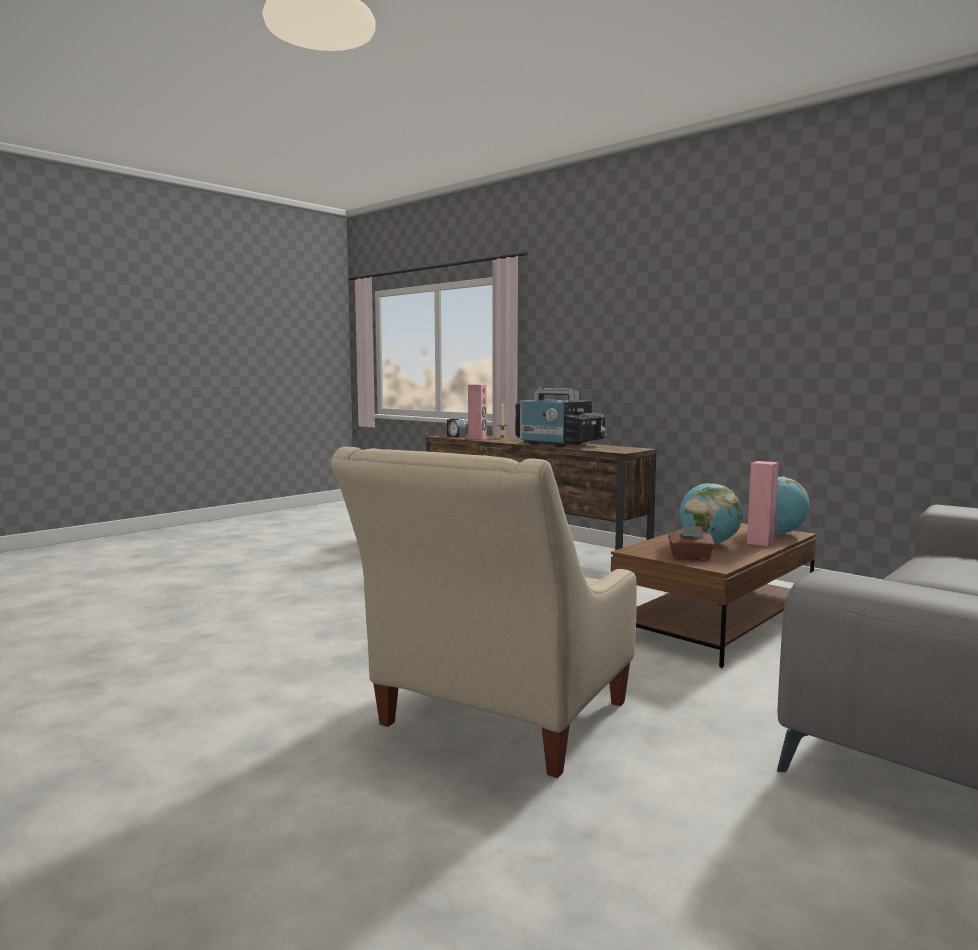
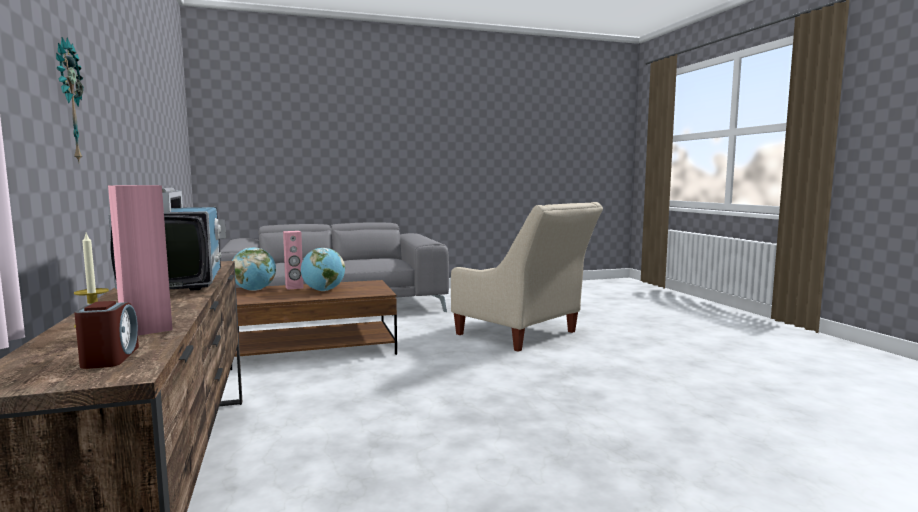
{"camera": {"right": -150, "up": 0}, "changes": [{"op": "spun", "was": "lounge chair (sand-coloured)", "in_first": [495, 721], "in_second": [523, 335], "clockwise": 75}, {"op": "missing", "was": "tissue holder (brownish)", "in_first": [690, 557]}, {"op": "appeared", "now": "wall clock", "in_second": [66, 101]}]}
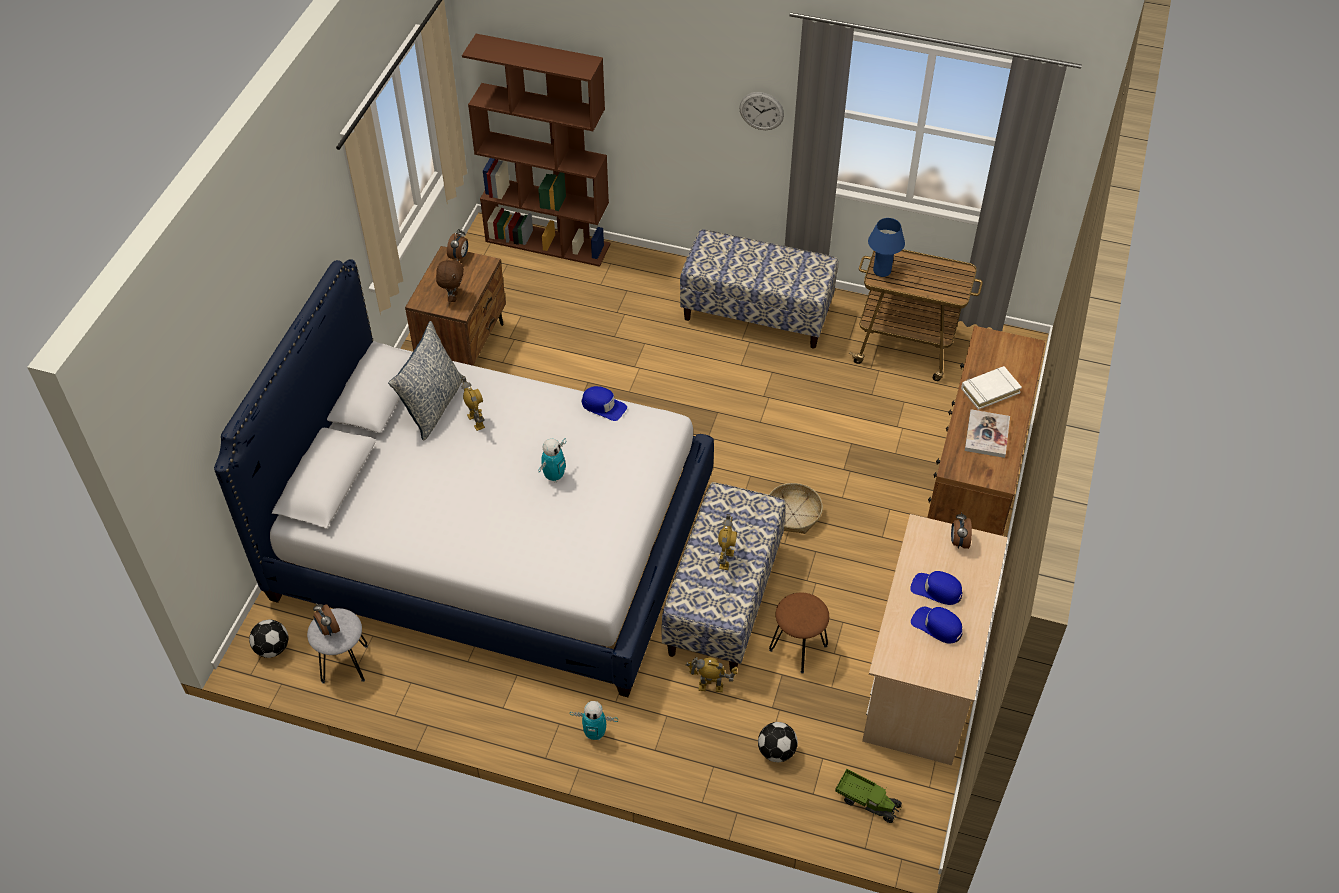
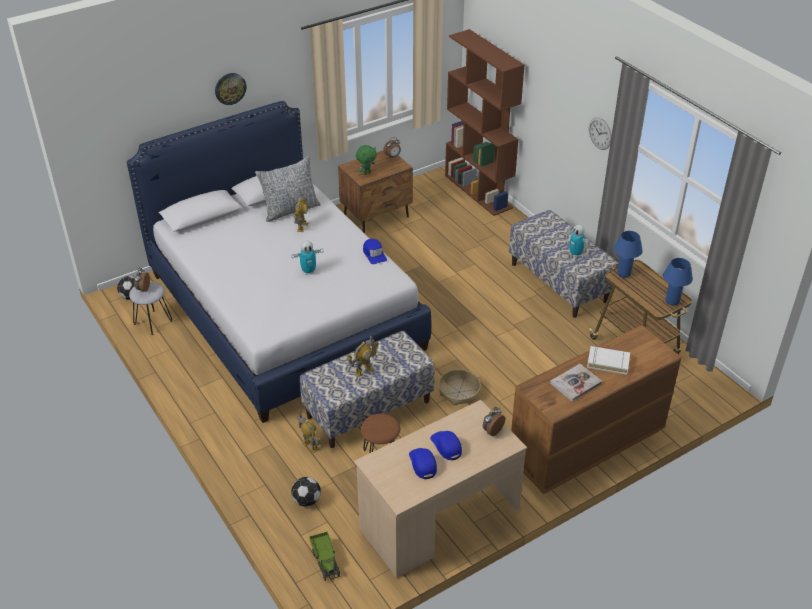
{"camera": {"right": 40, "up": -10}, "changes": [{"op": "colour", "was": "plush toy (brownish)", "now": "plush toy (green)", "in_first": [453, 297], "in_second": [366, 172]}, {"op": "relocated", "was": "robot figure", "in_first": [595, 734], "in_second": [575, 254]}, {"op": "appeared", "now": "wall clock", "in_second": [230, 88]}, {"op": "appeared", "now": "lamp for a table (blue)", "in_second": [672, 301]}]}
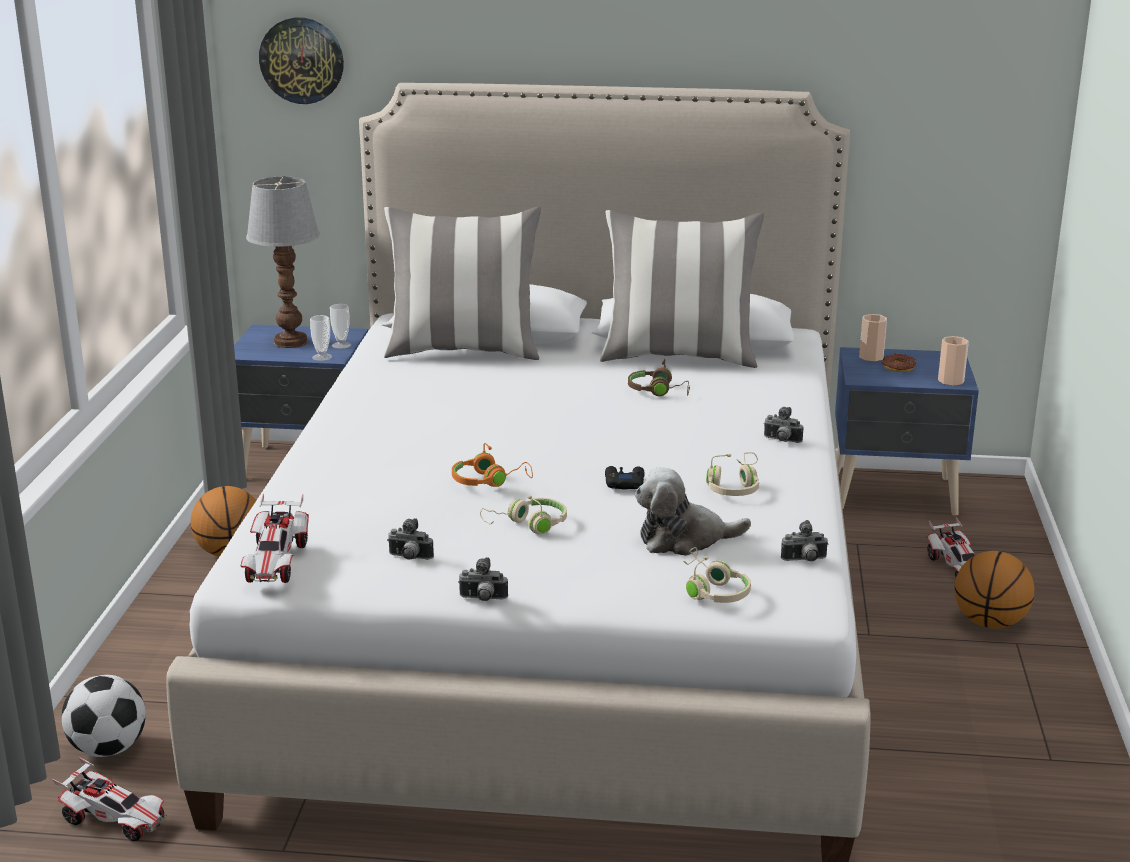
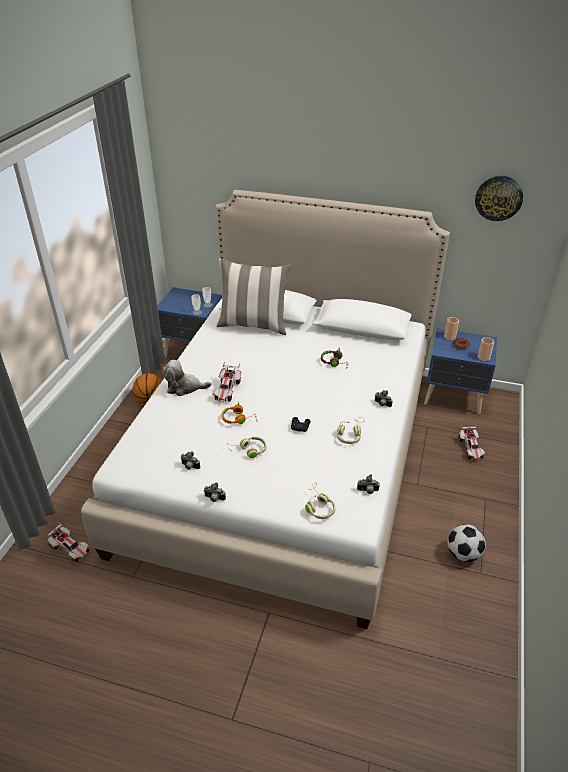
{"camera": {"right": 10, "up": 15}, "changes": [{"op": "relocated", "was": "wall clock", "in_first": [302, 60], "in_second": [498, 198]}, {"op": "missing", "was": "lamp for a table", "in_first": [291, 341]}, {"op": "missing", "was": "pillow", "in_first": [679, 357]}, {"op": "relocated", "was": "plush toy", "in_first": [684, 539], "in_second": [184, 387]}, {"op": "relocated", "was": "miniature car", "in_first": [276, 562], "in_second": [227, 390]}, {"op": "missing", "was": "basketball ball", "in_first": [990, 623]}, {"op": "relocated", "was": "football ball", "in_first": [108, 749], "in_second": [462, 554]}]}
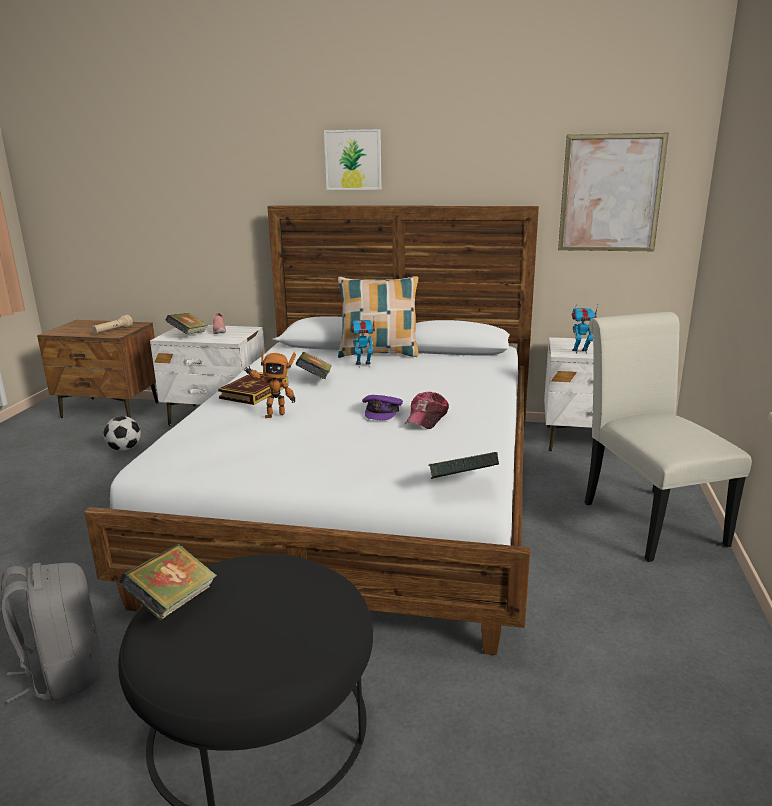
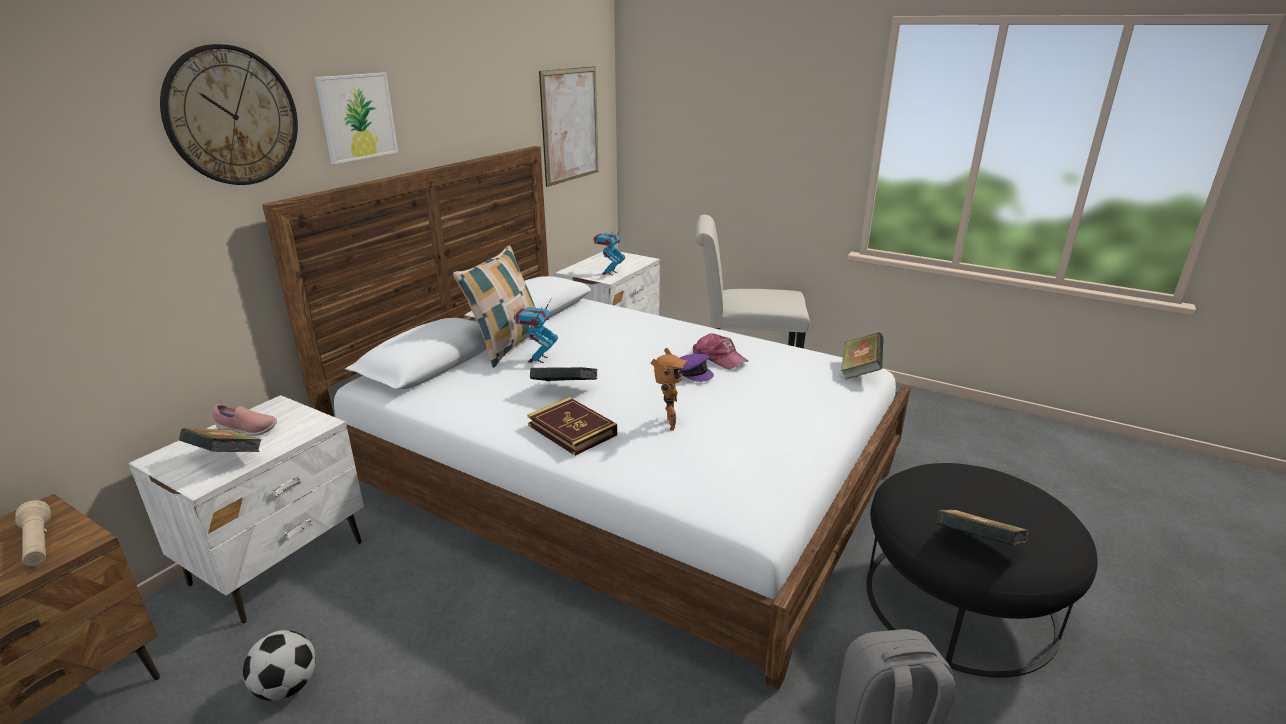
{"camera": {"right": -70, "up": 5}, "changes": [{"op": "appeared", "now": "wall clock", "in_second": [232, 116]}]}
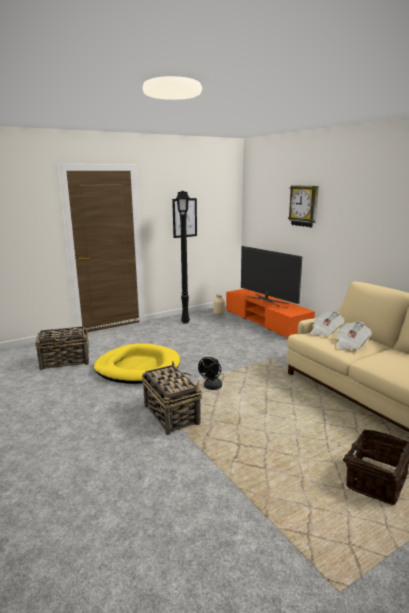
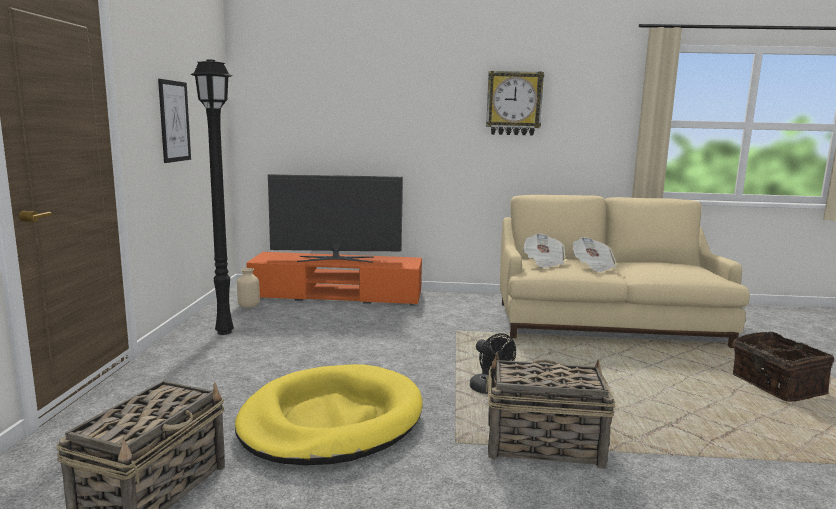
{"camera": {"right": -55, "up": -5}, "changes": [{"op": "relocated", "was": "wall clock", "in_first": [304, 206], "in_second": [514, 103]}]}
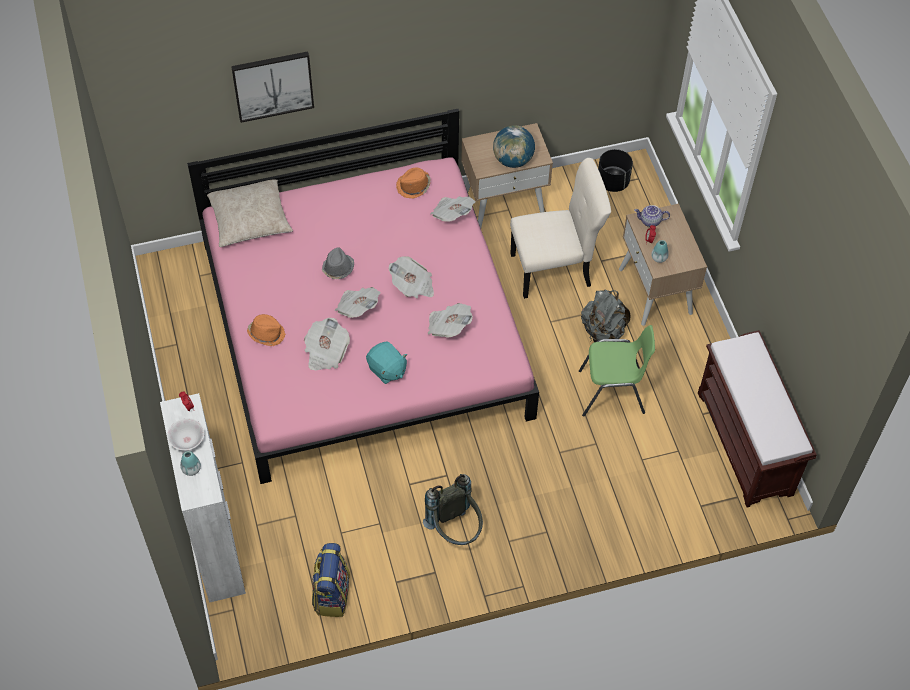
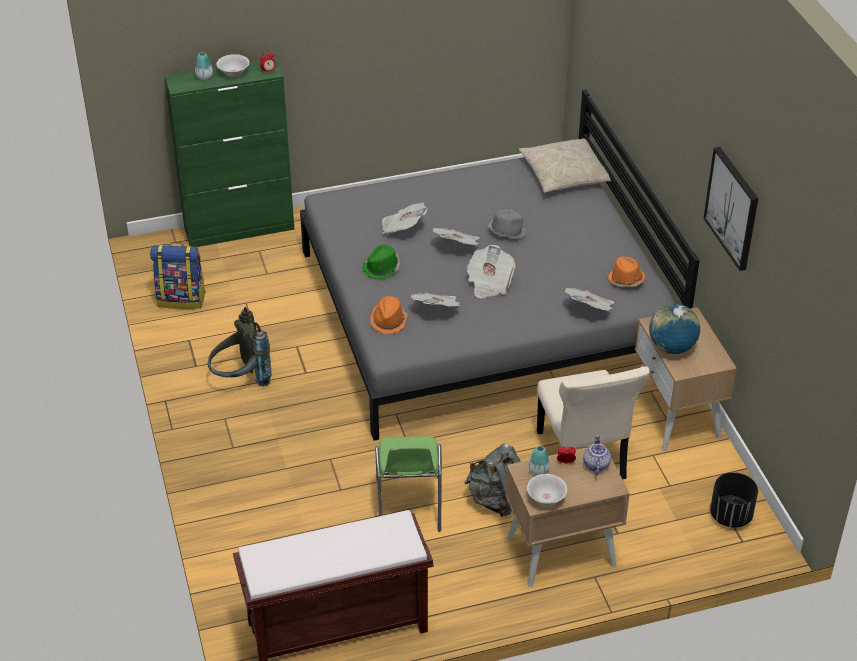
{"camera": {"right": 90, "up": -15}, "changes": [{"op": "relocated", "was": "wall art", "in_first": [273, 85], "in_second": [732, 208]}, {"op": "colour", "was": "bed (pink-coloured)", "now": "bed (grey)", "in_first": [365, 328], "in_second": [485, 310]}, {"op": "relocated", "was": "clothing hat (orange-coloured)", "in_first": [266, 333], "in_second": [389, 321]}, {"op": "exchanged", "was": "plush toy (turquoise)", "now": "clothing hat (green)", "in_first": [386, 370], "in_second": [382, 268]}, {"op": "colour", "was": "cabinet (white-coloured)", "now": "cabinet (green)", "in_first": [216, 546], "in_second": [240, 229]}, {"op": "appeared", "now": "serving bowl (white-coloured)", "in_second": [546, 498]}]}
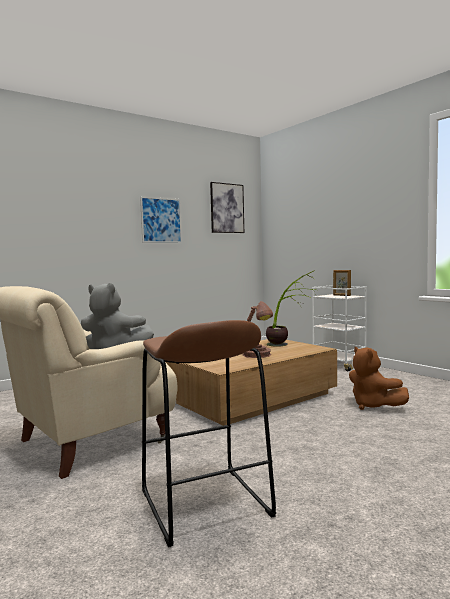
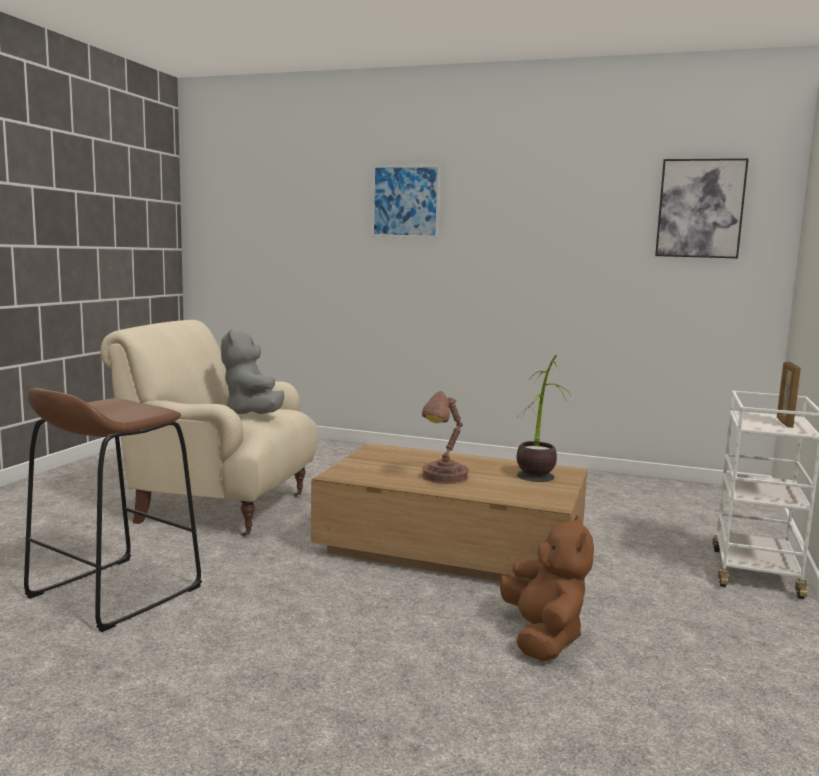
{"camera": {"right": 55, "up": 5}, "changes": [{"op": "relocated", "was": "wall art", "in_first": [161, 220], "in_second": [405, 201]}, {"op": "spun", "was": "plush toy (brownish)", "in_first": [373, 406], "in_second": [543, 637], "clockwise": 150}]}
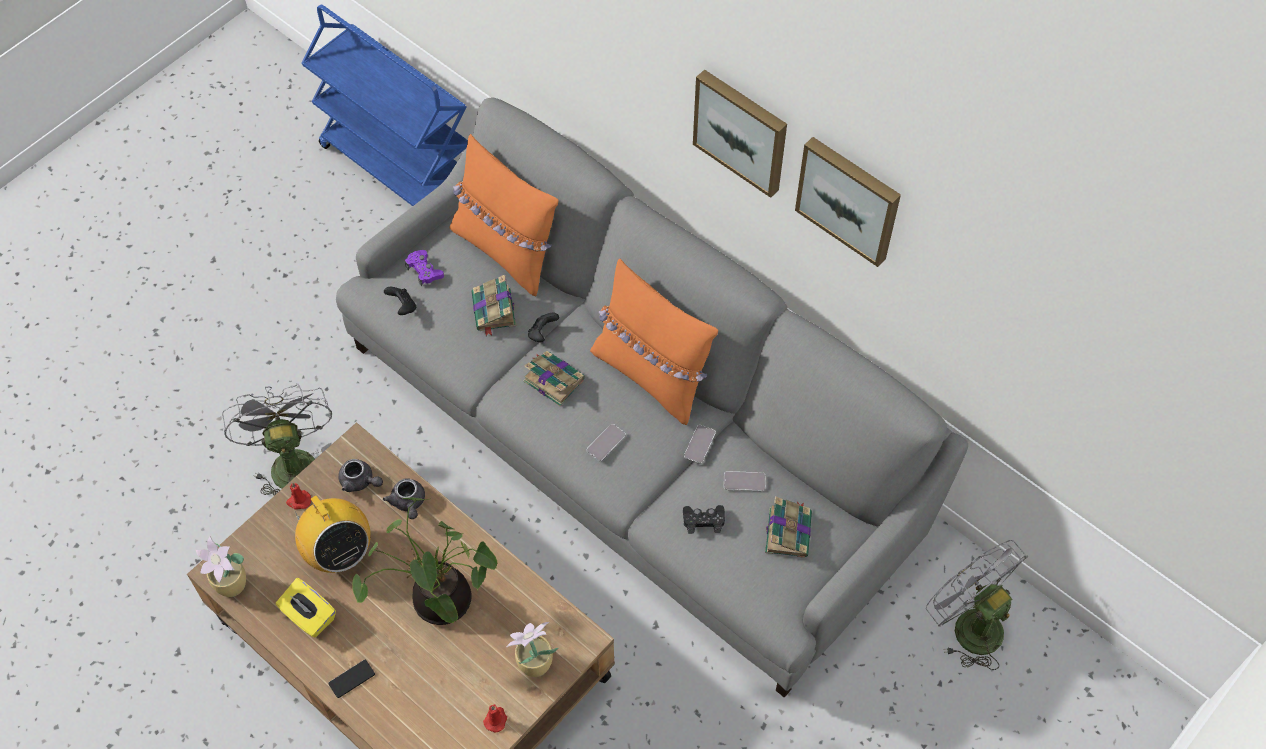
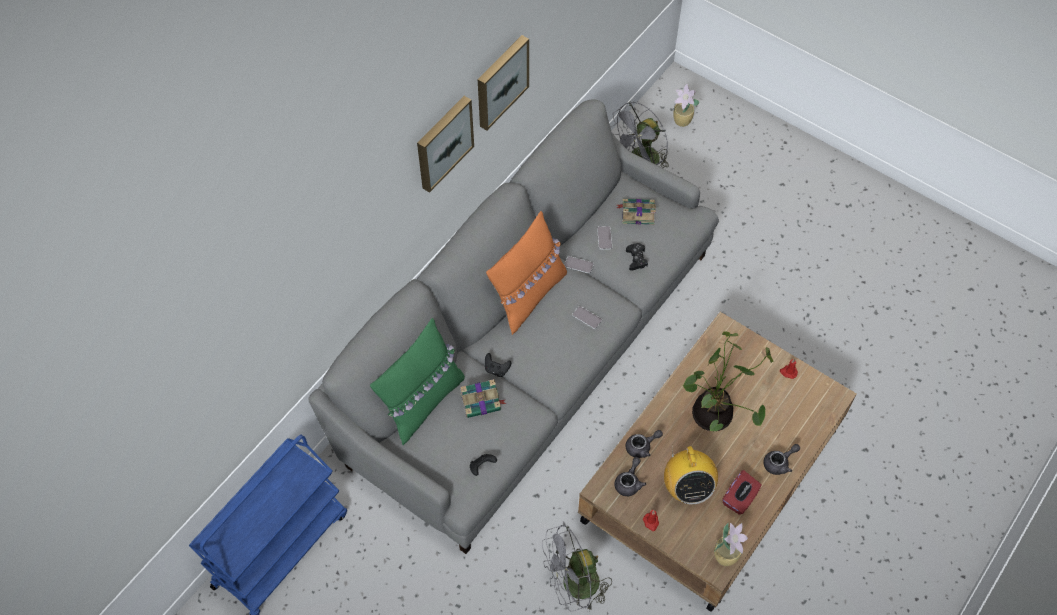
{"camera": {"right": -95, "up": 0}, "changes": [{"op": "colour", "was": "pillow (orange-coloured)", "now": "pillow (green)", "in_first": [506, 251], "in_second": [422, 402]}, {"op": "missing", "was": "game controller (purple)", "in_first": [424, 270]}, {"op": "missing", "was": "bound book", "in_first": [553, 379]}, {"op": "spun", "was": "radio receiver", "in_first": [338, 551], "in_second": [687, 487], "clockwise": 120}, {"op": "colour", "was": "tissue holder (yellow)", "now": "tissue holder (red)", "in_first": [309, 616], "in_second": [739, 498]}, {"op": "relocated", "was": "houseplant", "in_first": [533, 664], "in_second": [682, 121]}, {"op": "exchanged", "was": "phone", "now": "tea pot (grey)", "in_first": [351, 679], "in_second": [779, 463]}]}
